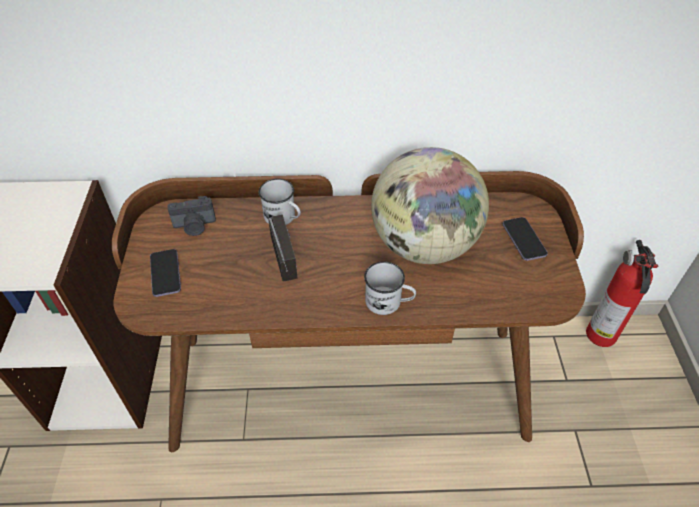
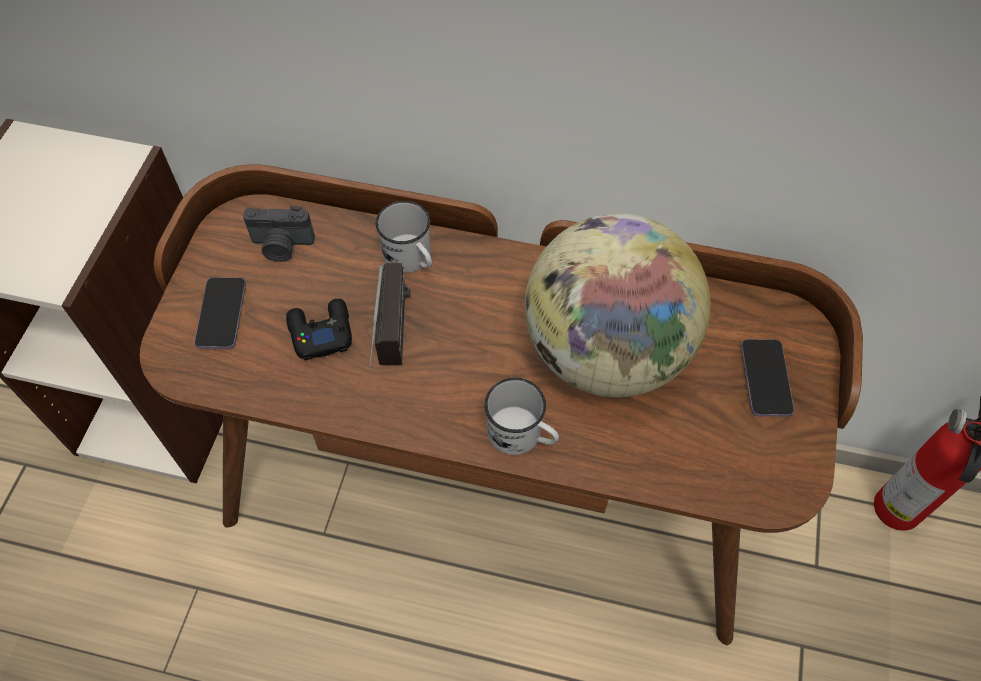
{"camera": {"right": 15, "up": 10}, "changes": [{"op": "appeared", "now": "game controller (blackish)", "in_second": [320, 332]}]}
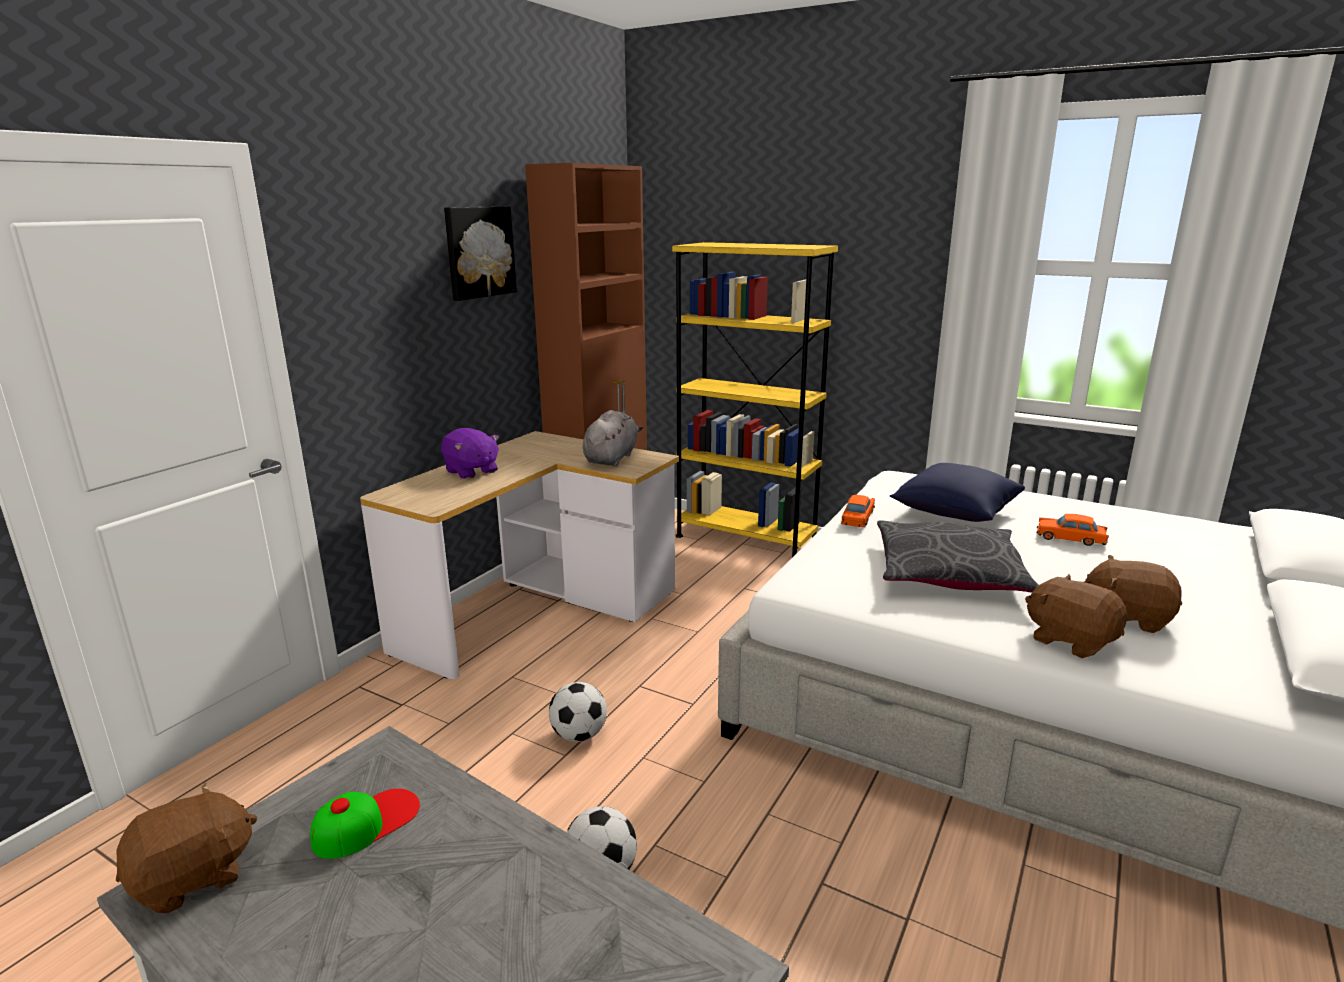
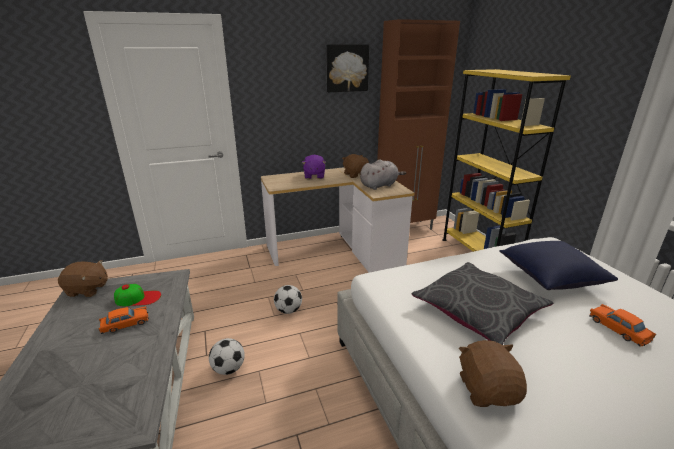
{"camera": {"right": 40, "up": 5}, "changes": [{"op": "relocated", "was": "miniature car (orange-coloured)", "in_first": [857, 518], "in_second": [125, 324]}, {"op": "relocated", "was": "plush toy (brownish)", "in_first": [1127, 617], "in_second": [356, 175]}]}
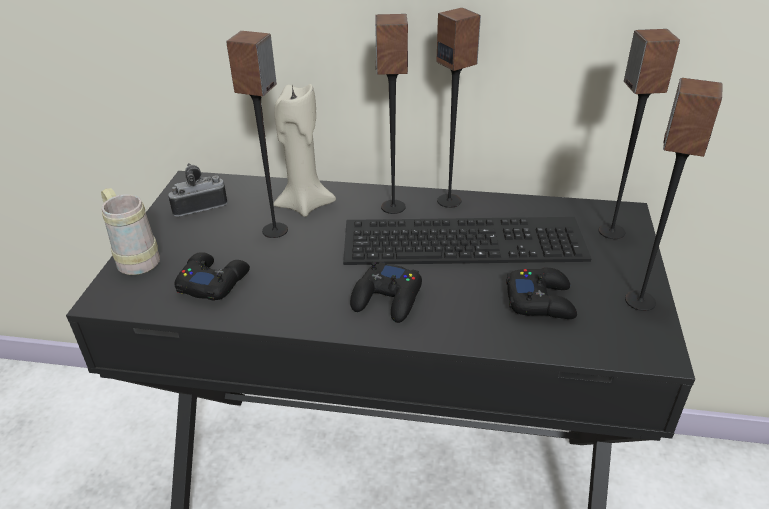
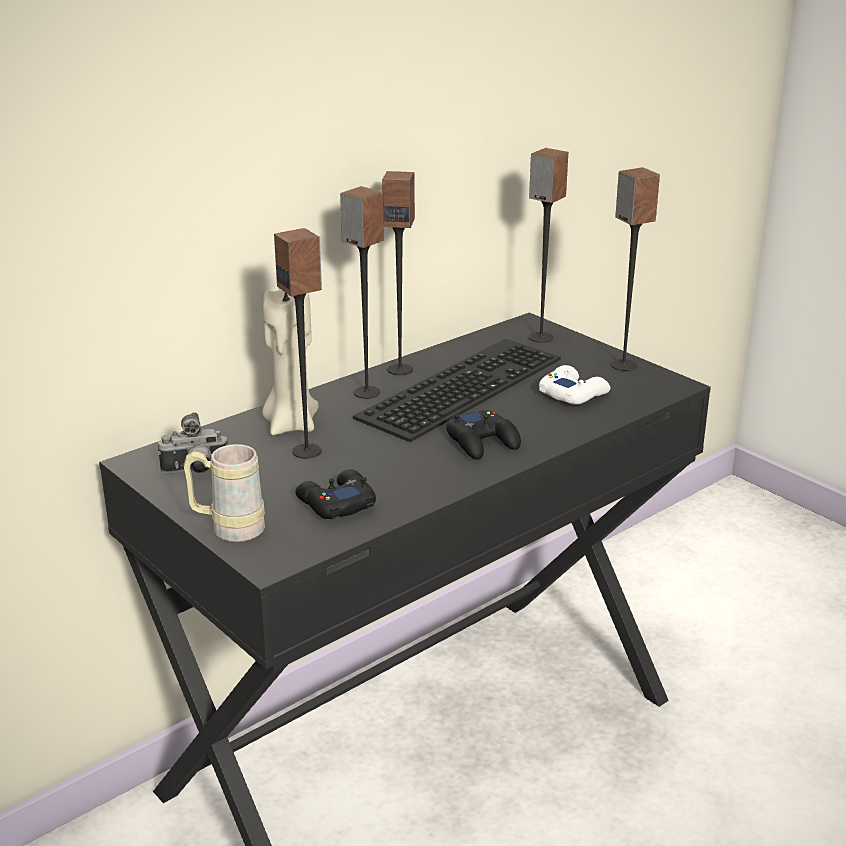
{"camera": {"right": -50, "up": -10}, "changes": [{"op": "spun", "was": "still camera", "in_first": [199, 206], "in_second": [195, 472], "clockwise": -120}, {"op": "colour", "was": "game controller (blackish)", "now": "game controller (white-coloured)", "in_first": [540, 301], "in_second": [573, 393]}]}
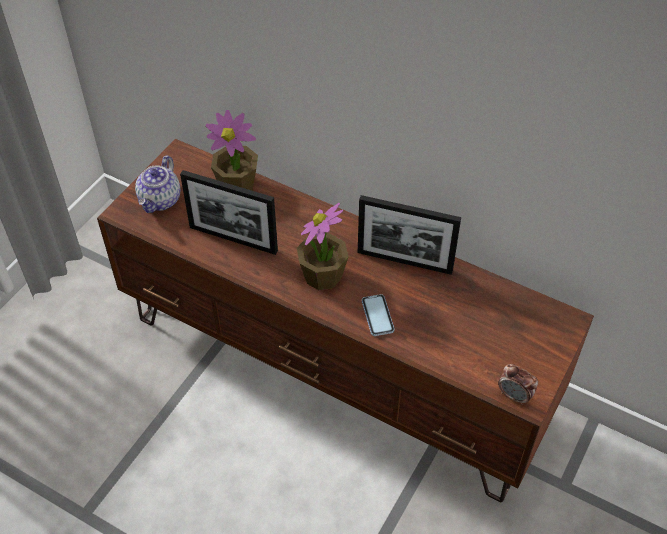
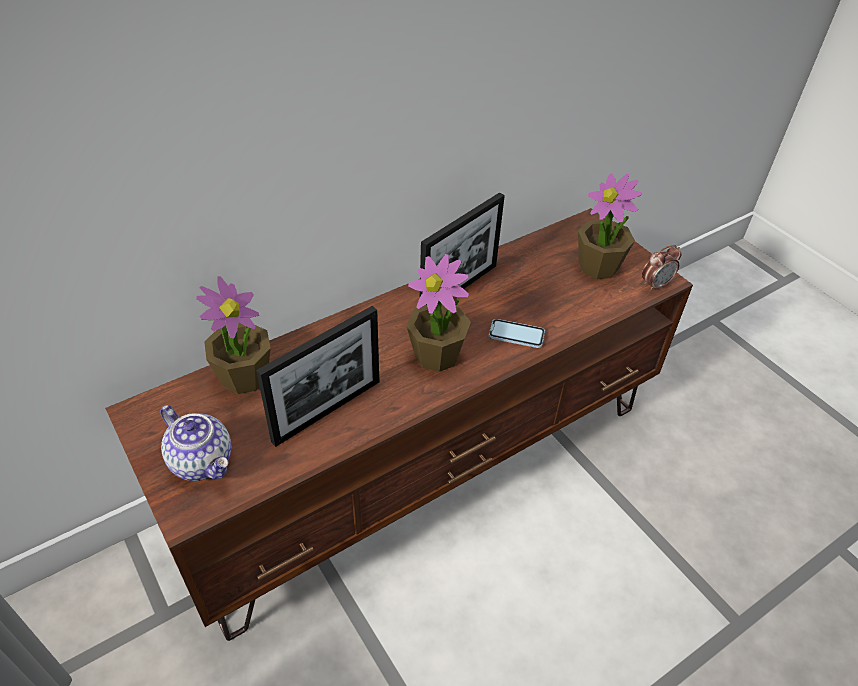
{"camera": {"right": -65, "up": -5}, "changes": [{"op": "appeared", "now": "houseplant", "in_second": [598, 267]}]}
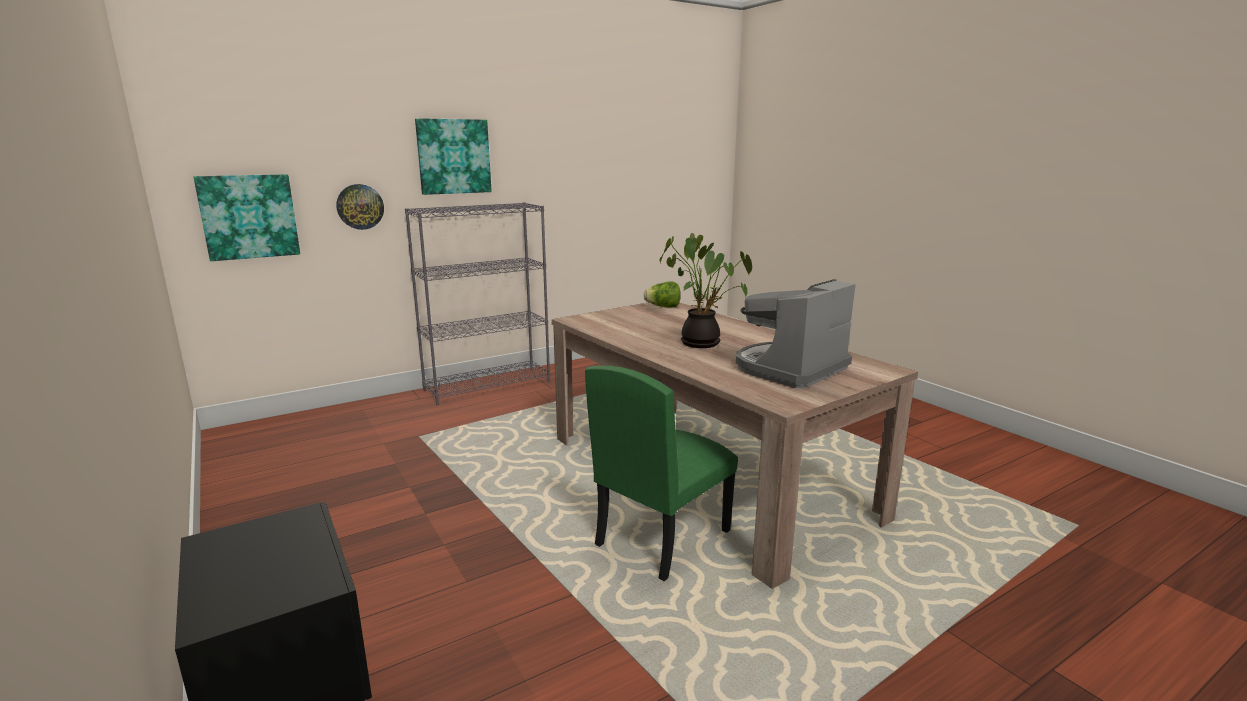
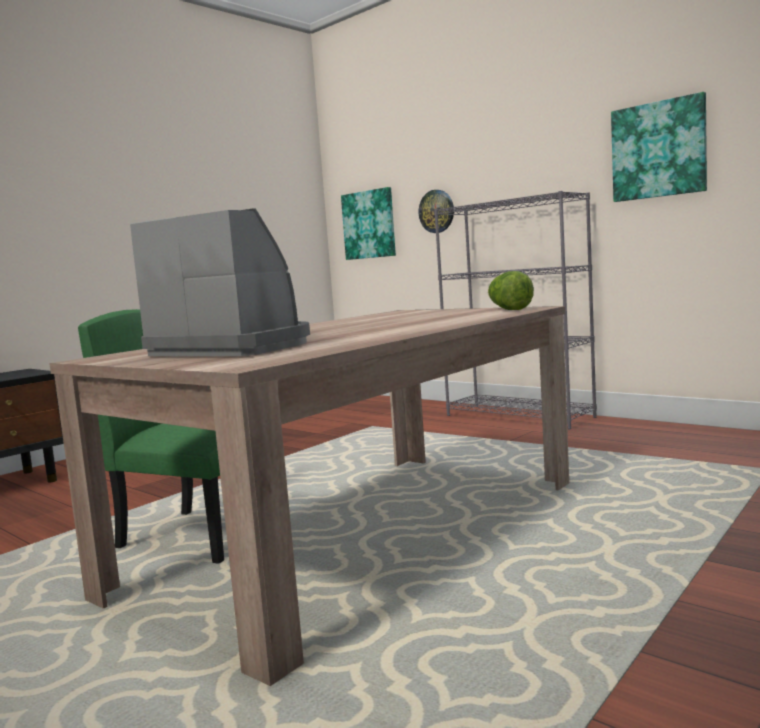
{"camera": {"right": 75, "up": -10}, "changes": [{"op": "relocated", "was": "wall art", "in_first": [453, 156], "in_second": [658, 150]}, {"op": "missing", "was": "houseplant", "in_first": [702, 342]}]}
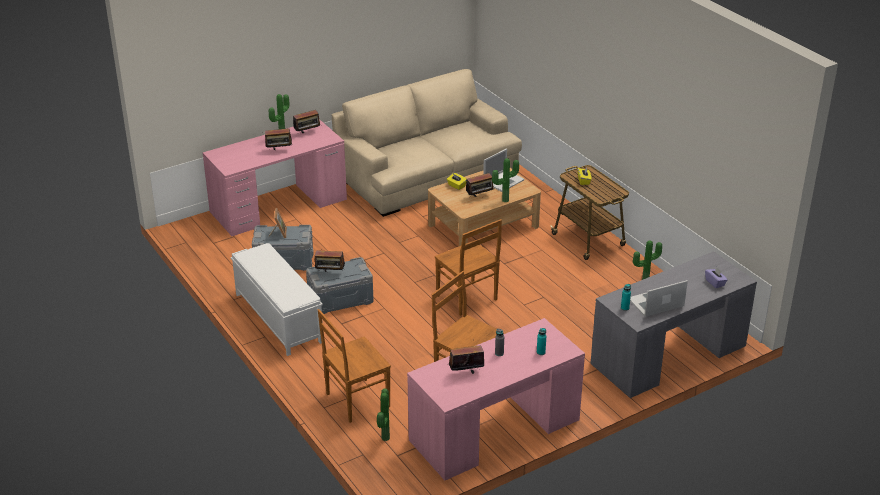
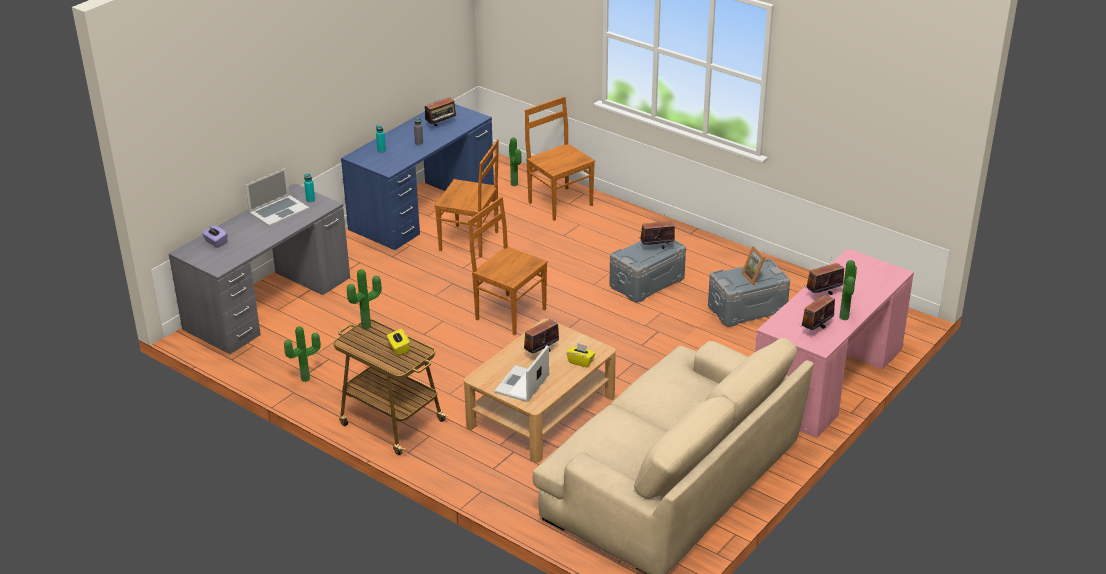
{"camera": {"right": 160, "up": 0}, "changes": [{"op": "relocated", "was": "houseplant", "in_first": [504, 200], "in_second": [367, 327]}, {"op": "missing", "was": "bench (white-coloured)", "in_first": [278, 317]}, {"op": "spun", "was": "upright chair (brownish)", "in_first": [356, 401], "in_second": [559, 203], "clockwise": -75}, {"op": "colour", "was": "desk (pink-coloured)", "now": "desk (blue)", "in_first": [494, 429], "in_second": [423, 208]}]}
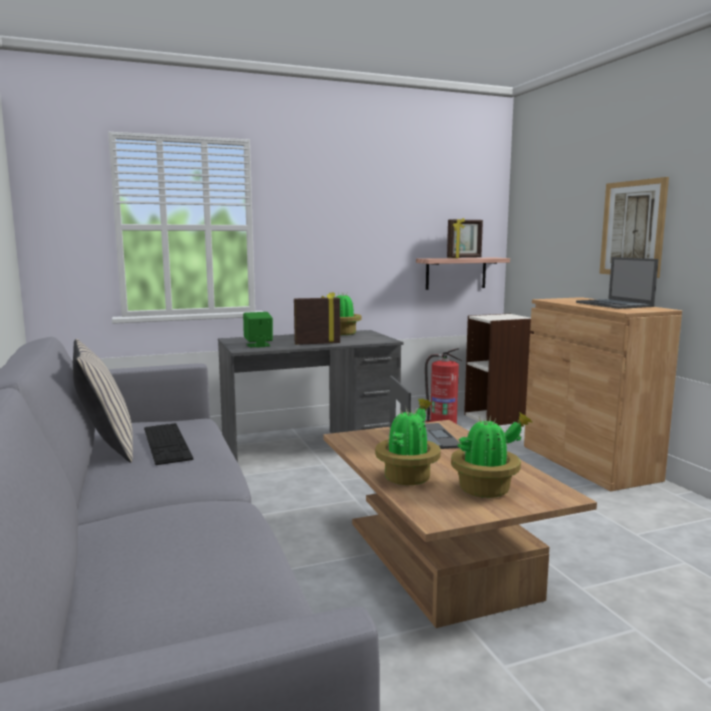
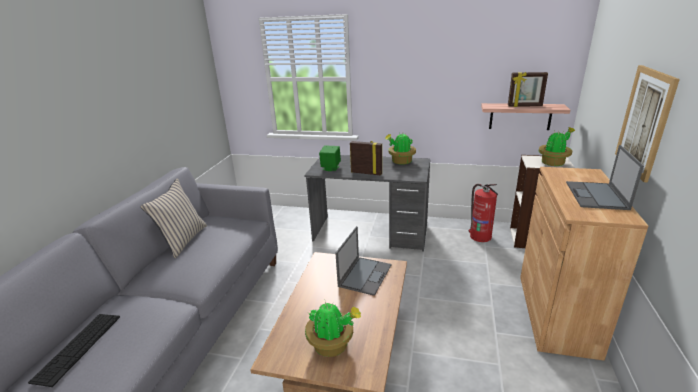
{"camera": {"right": 35, "up": 15}, "changes": [{"op": "relocated", "was": "houseplant", "in_first": [408, 477], "in_second": [553, 163]}, {"op": "relocated", "was": "computer keyboard", "in_first": [166, 443], "in_second": [78, 347]}]}
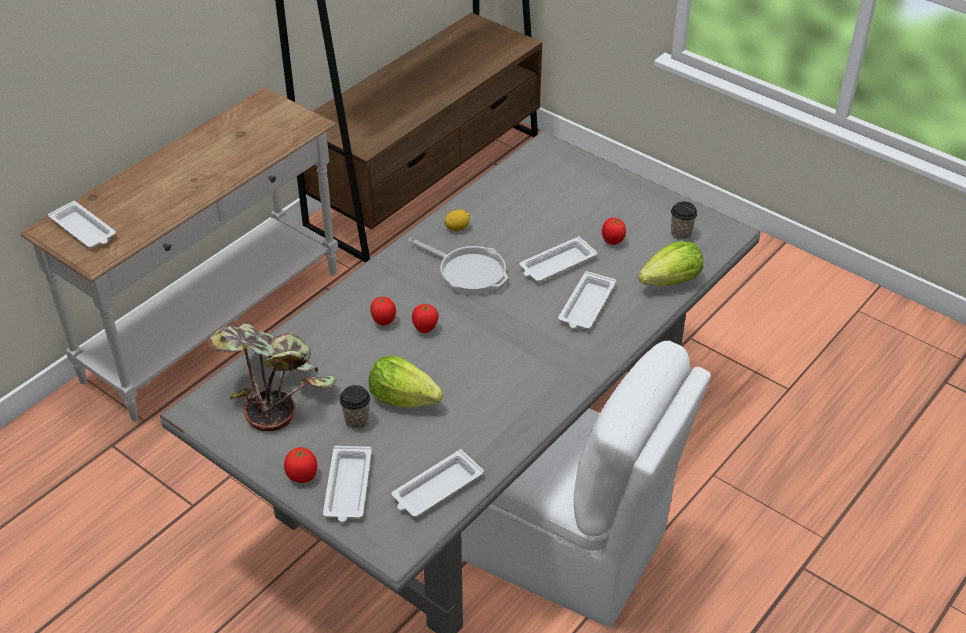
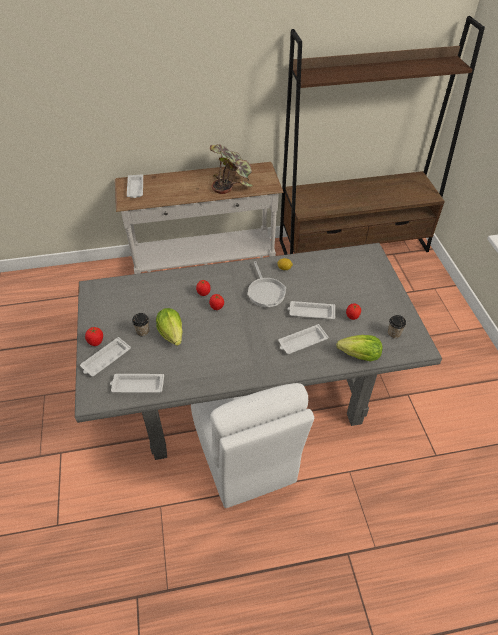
{"camera": {"right": 40, "up": 5}, "changes": [{"op": "relocated", "was": "houseplant", "in_first": [273, 389], "in_second": [231, 181]}]}
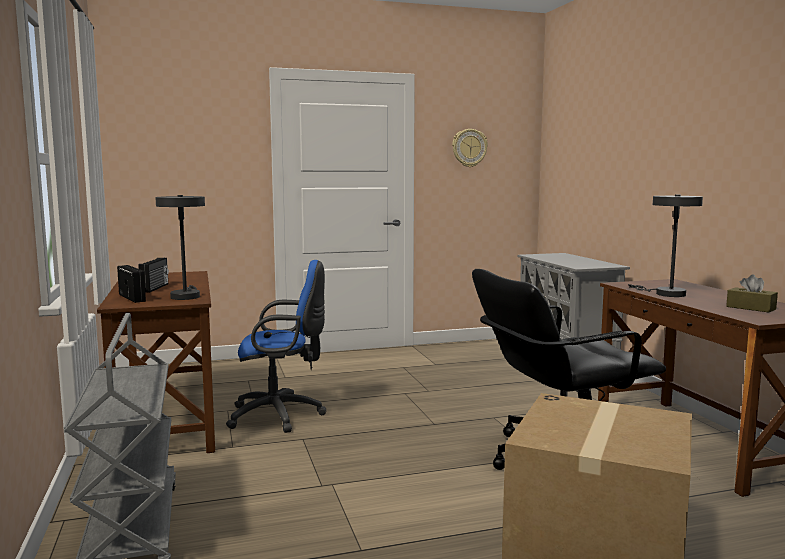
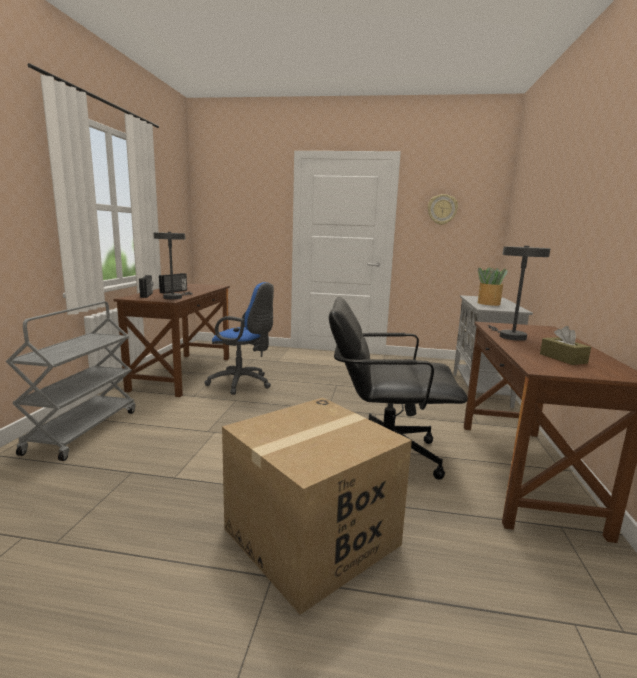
{"camera": {"right": 25, "up": 5}, "changes": [{"op": "appeared", "now": "houseplant", "in_second": [488, 303]}]}
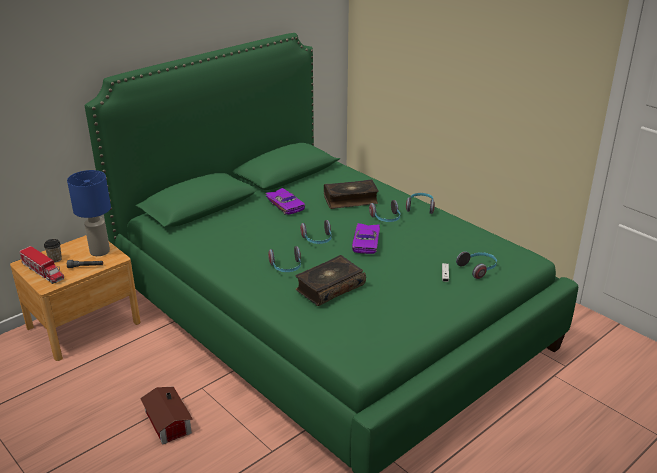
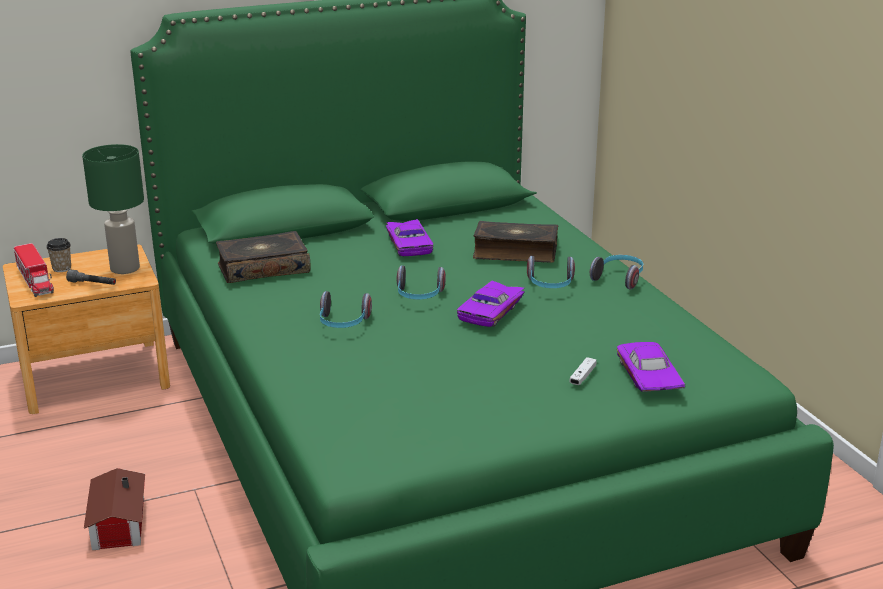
{"camera": {"right": 20, "up": -5}, "changes": [{"op": "colour", "was": "lamp for a table (blue)", "now": "lamp for a table (green)", "in_first": [99, 251], "in_second": [125, 268]}, {"op": "exchanged", "was": "headset", "now": "miniature car (purple)", "in_first": [478, 269], "in_second": [646, 377]}, {"op": "relocated", "was": "bound book", "in_first": [329, 287], "in_second": [263, 268]}]}
